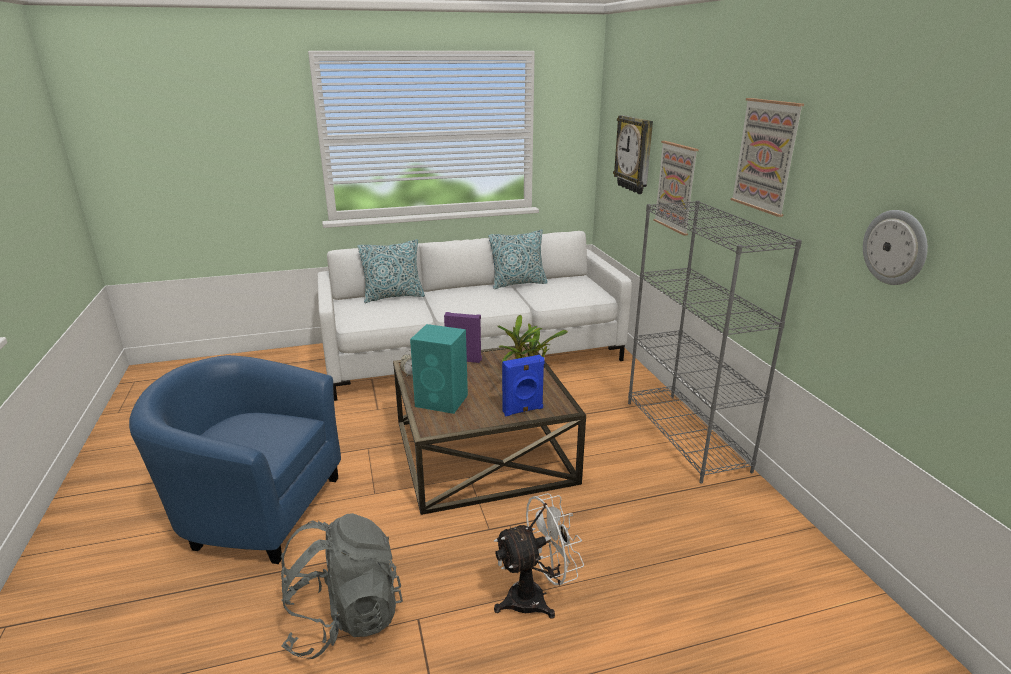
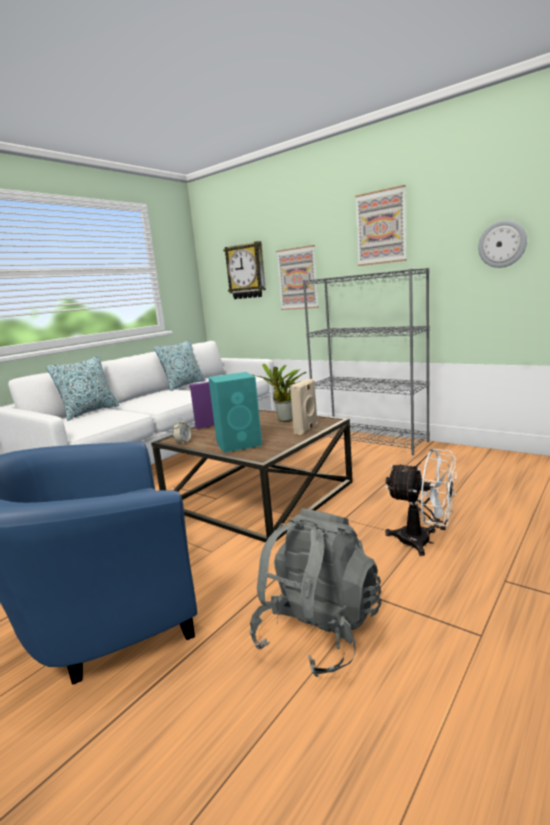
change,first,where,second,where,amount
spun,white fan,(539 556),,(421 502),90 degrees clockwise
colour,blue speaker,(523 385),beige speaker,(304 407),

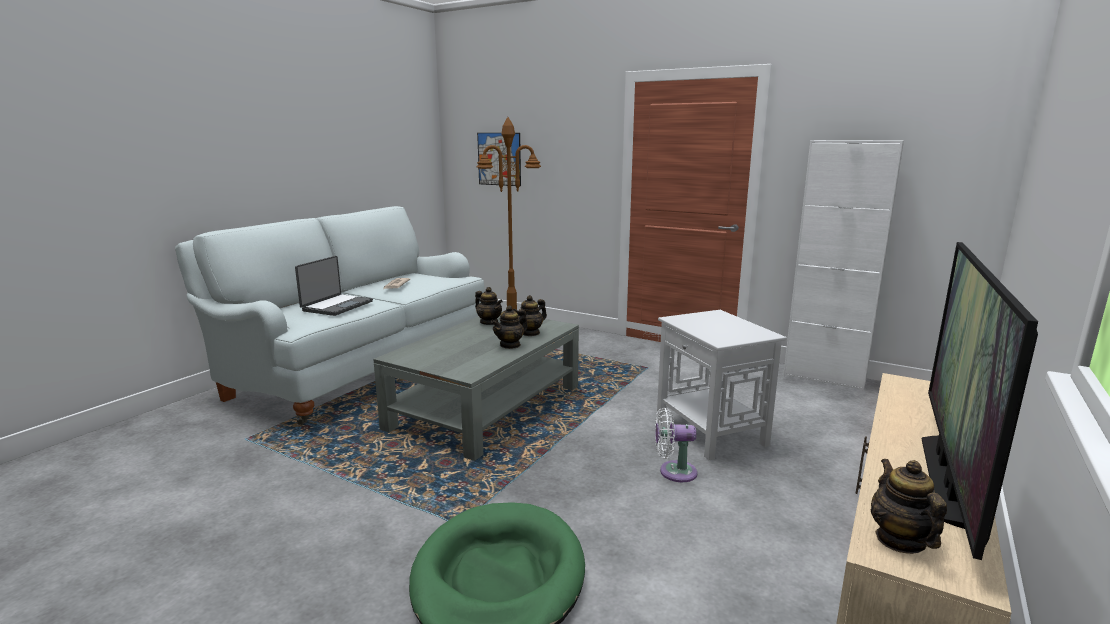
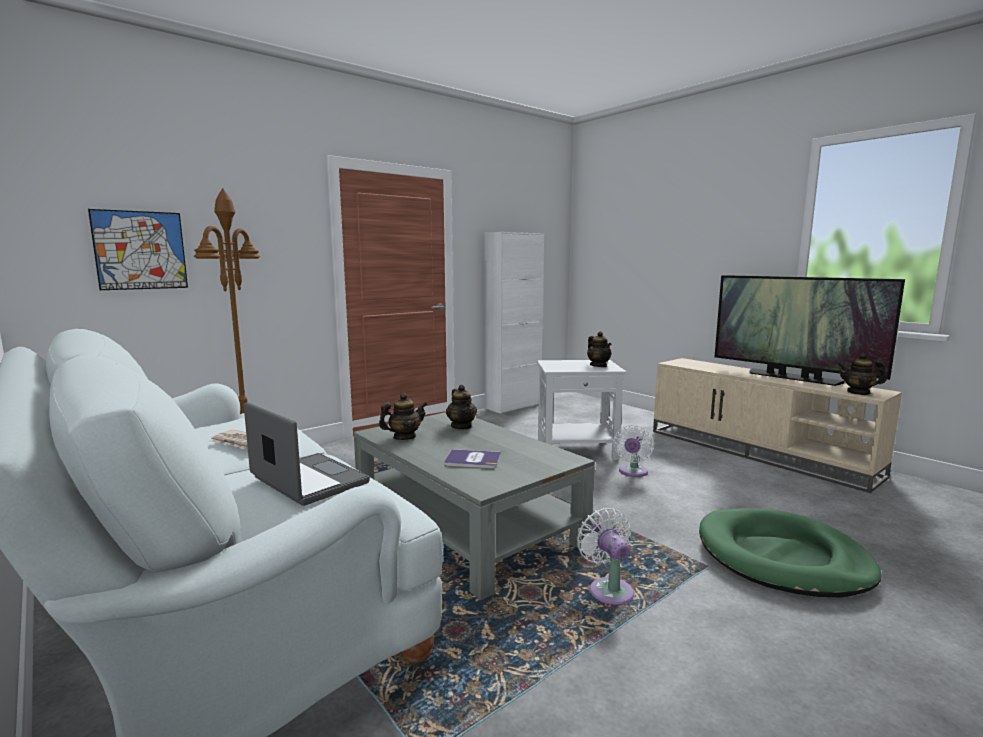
change,first,where,second,where,amount
relocated,teapot,(509 327),,(599 349),
appeared,,,book,(472 459),
appeared,,,white fan,(605 556),

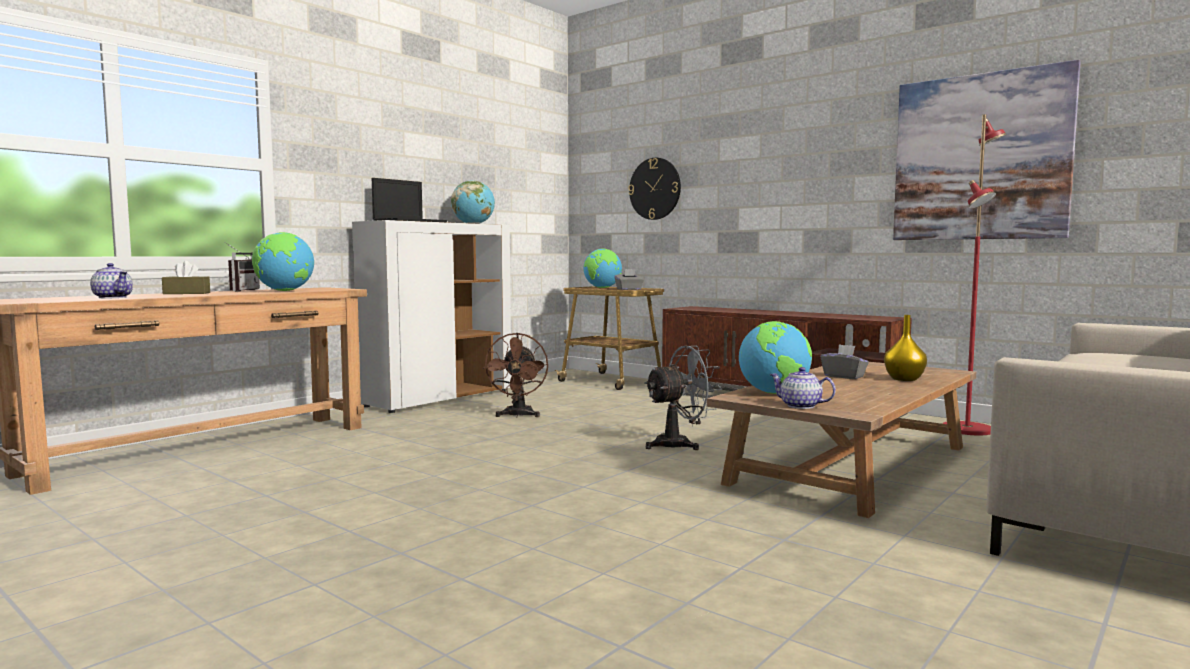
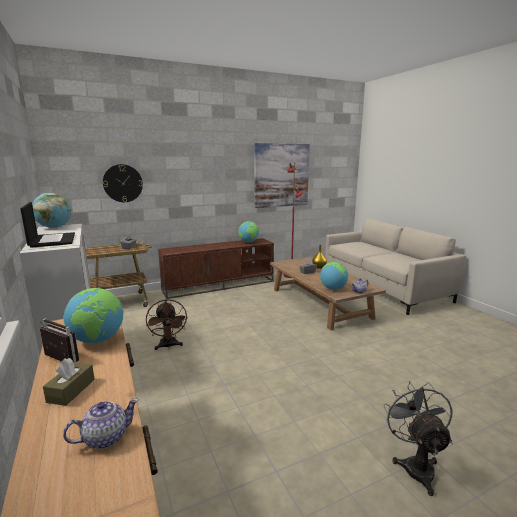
change,first,where,second,where,amount
spun,brown fan,(515 375),,(167 324),45 degrees clockwise
relocated,globe,(603 268),,(248 232),
relocated,grey fan,(683 397),,(418 438),

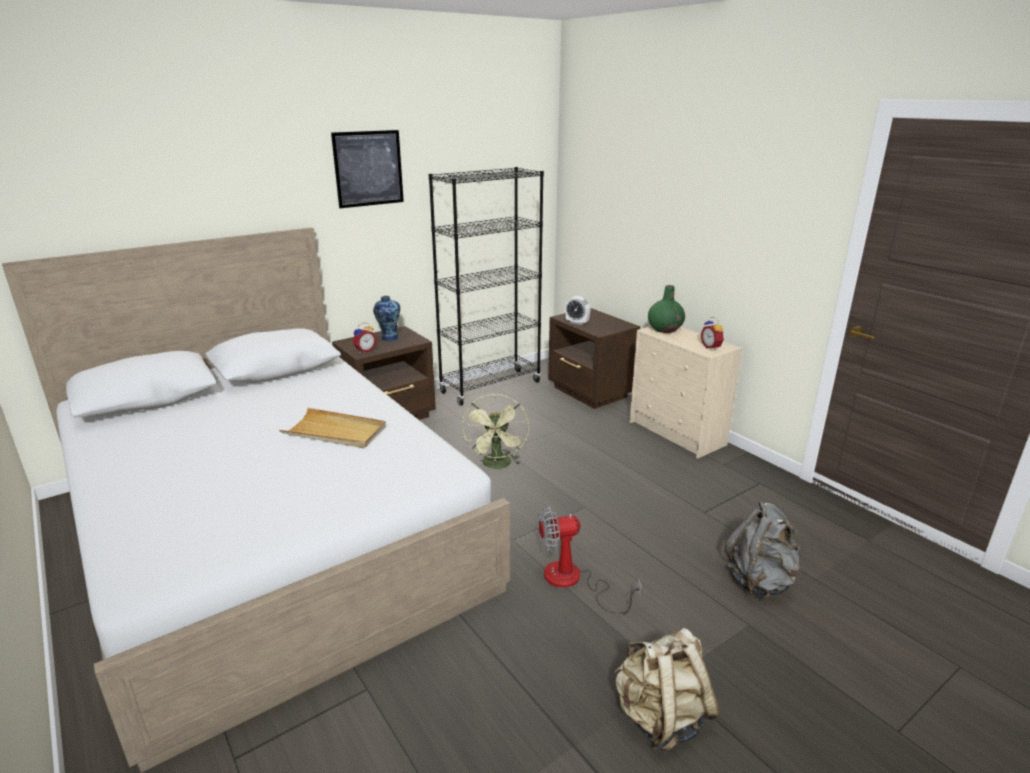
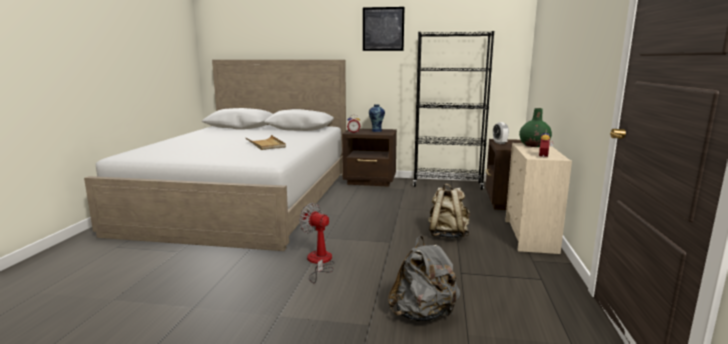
change,first,where,second,where,amount
missing,green fan,(495 431),,,
relocated,beige backpack,(667 689),,(449 211),

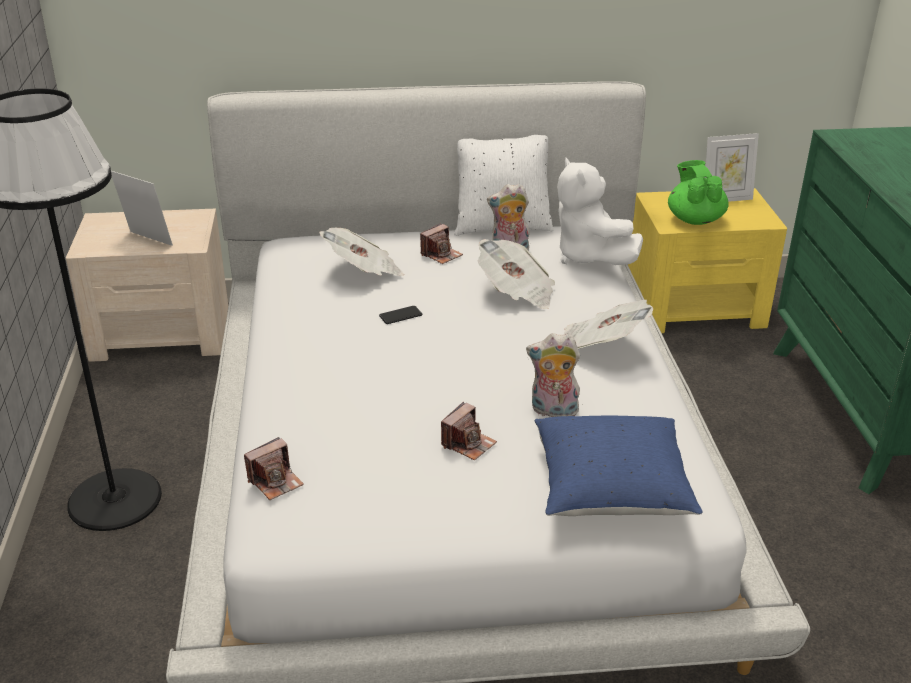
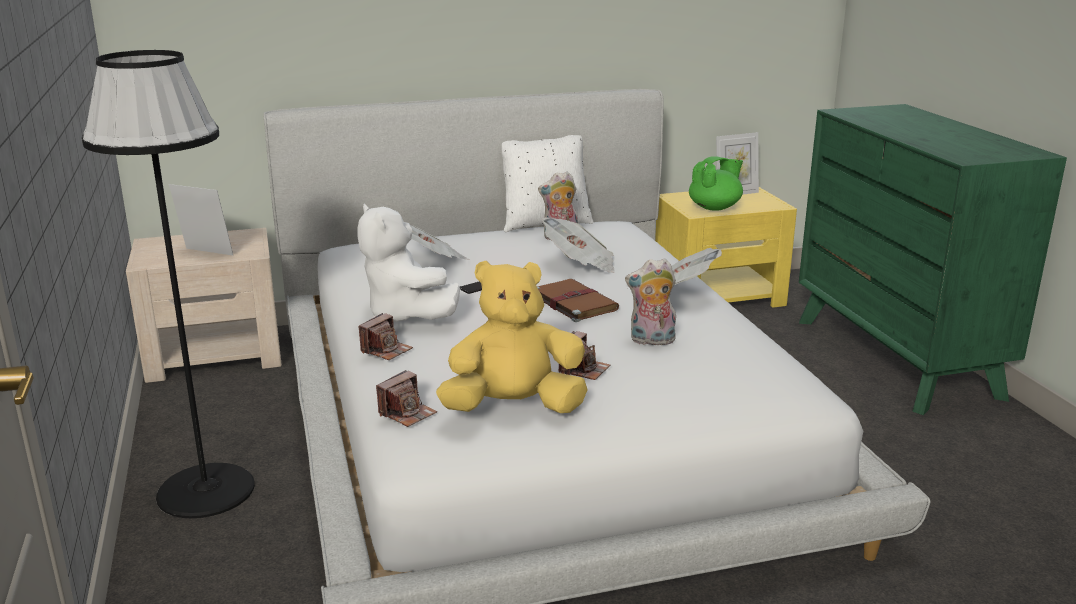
change,first,where,second,where,amount
relocated,photo camera,(441 243),,(385 336),
missing,blue pillow,(619 466),,,
relocated,white plush toy,(600 211),,(408 262),
spun,green teapot,(698 192),,(716 183),75 degrees clockwise
appeared,,,yellow plush toy,(511 337),
appeared,,,brown book,(578 300),

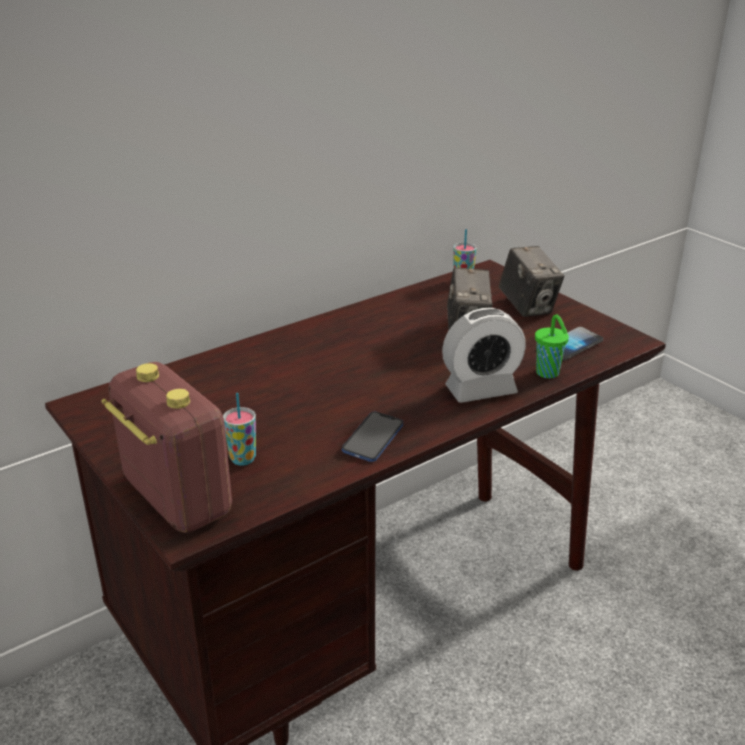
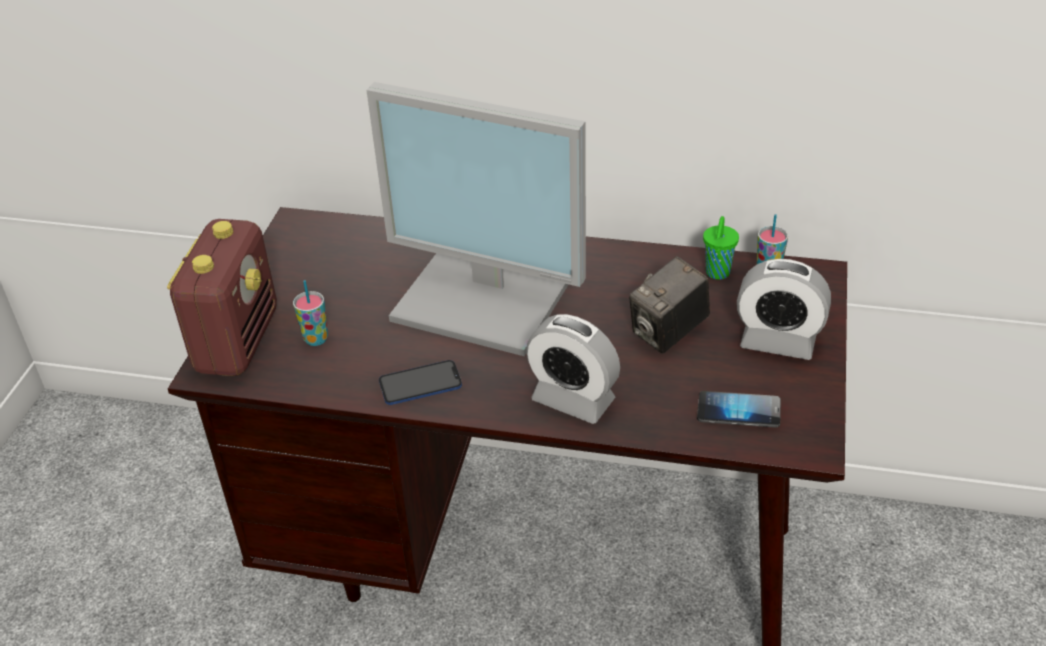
change,first,where,second,where,amount
exchanged,photo camera,(532 281),alarm clock,(784 309),
relocated,green cup,(552 346),,(721 248),
appeared,,,monitor,(476 219),

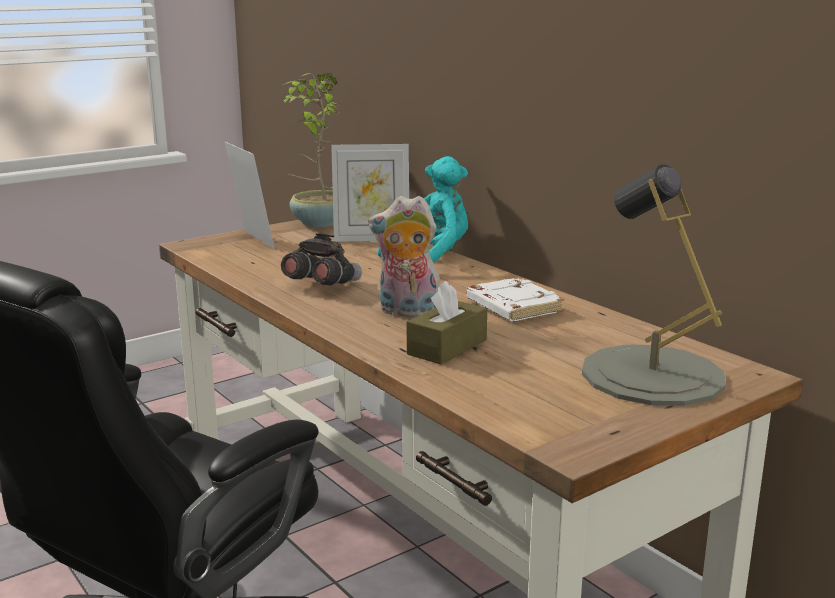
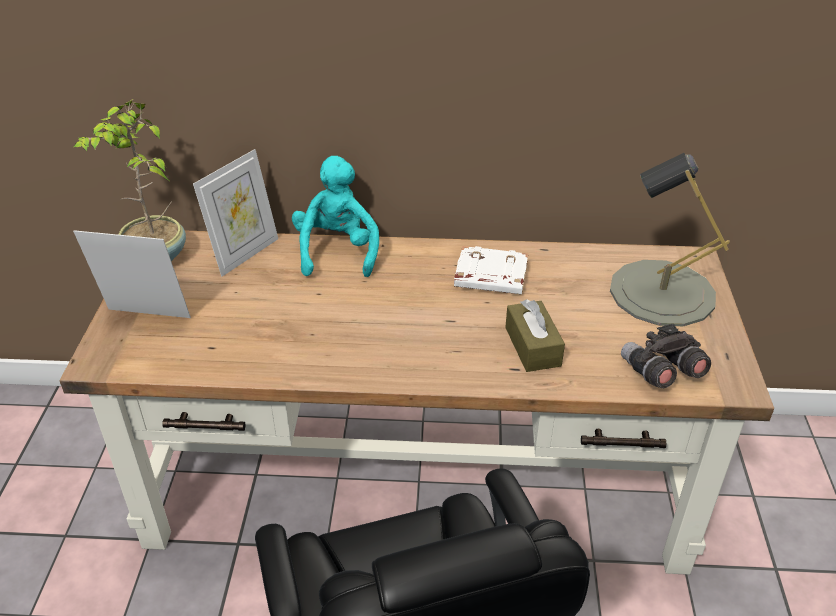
change,first,where,second,where,amount
relocated,grey binoculars,(321 259),,(666 356),
missing,plush toy,(404 256),,,

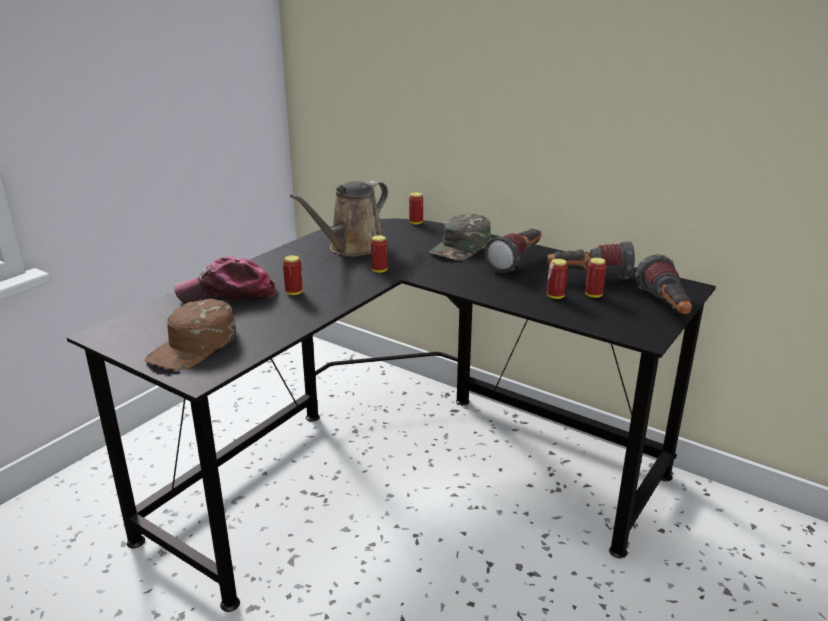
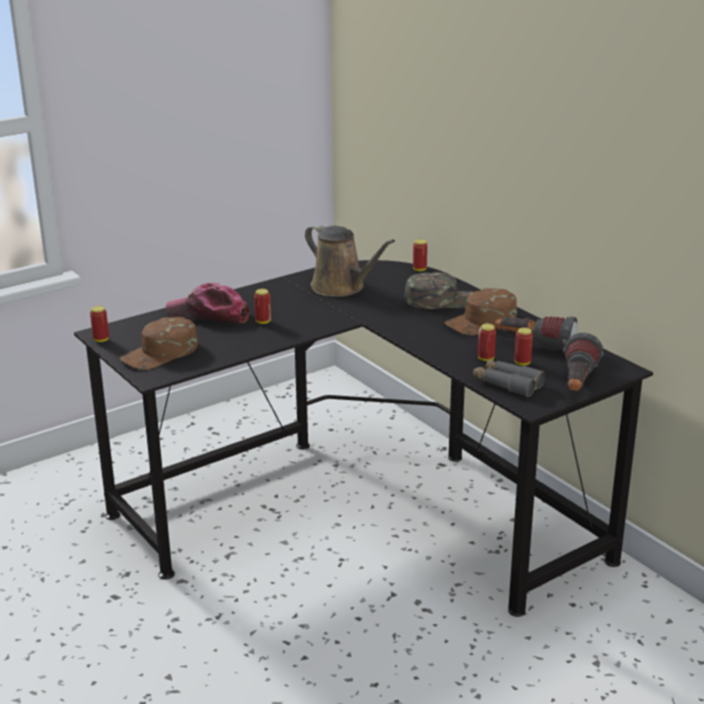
change,first,where,second,where,amount
spun,brown watering can,(339 219),,(350 260),105 degrees counterclockwise
relocated,can,(379 254),,(99 324),
spun,green cap,(460 237),,(438 290),150 degrees counterclockwise
exchanged,flashlight,(513 251),brown cap,(480 311),
appeared,,,grey binoculars,(509 378),

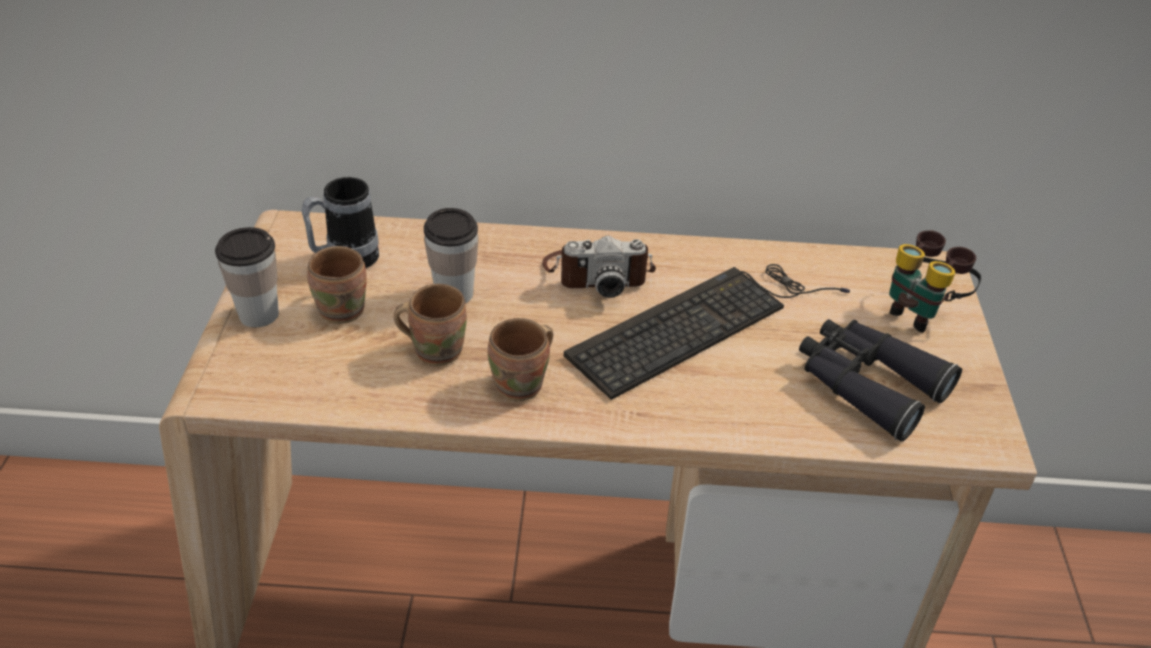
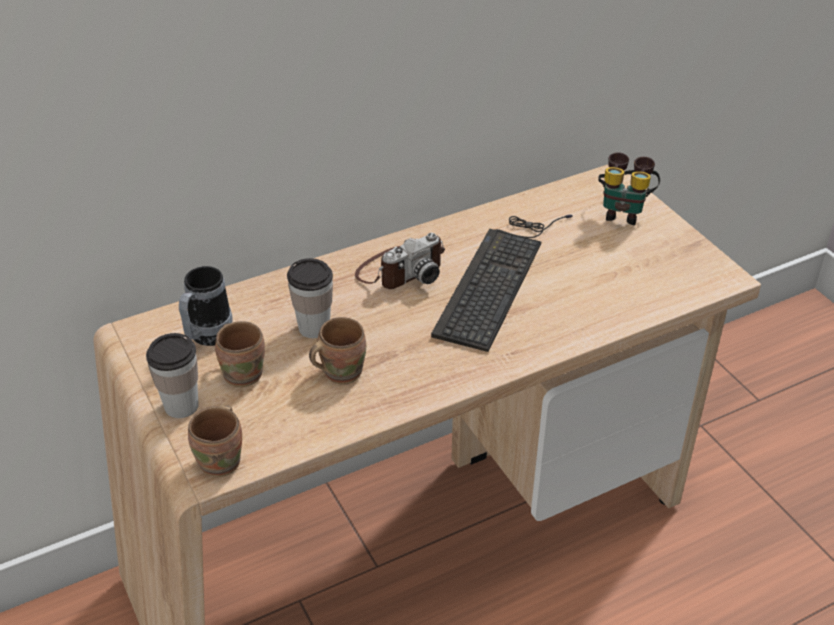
change,first,where,second,where,amount
relocated,brown mug,(520 359),,(215 441),
missing,black binoculars,(880 380),,,

